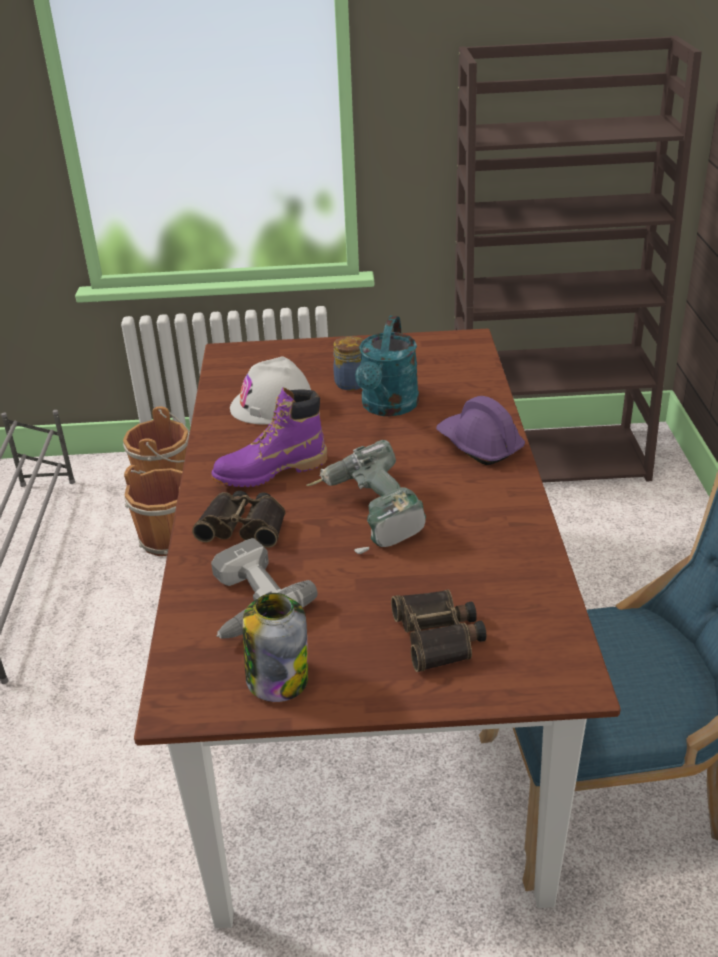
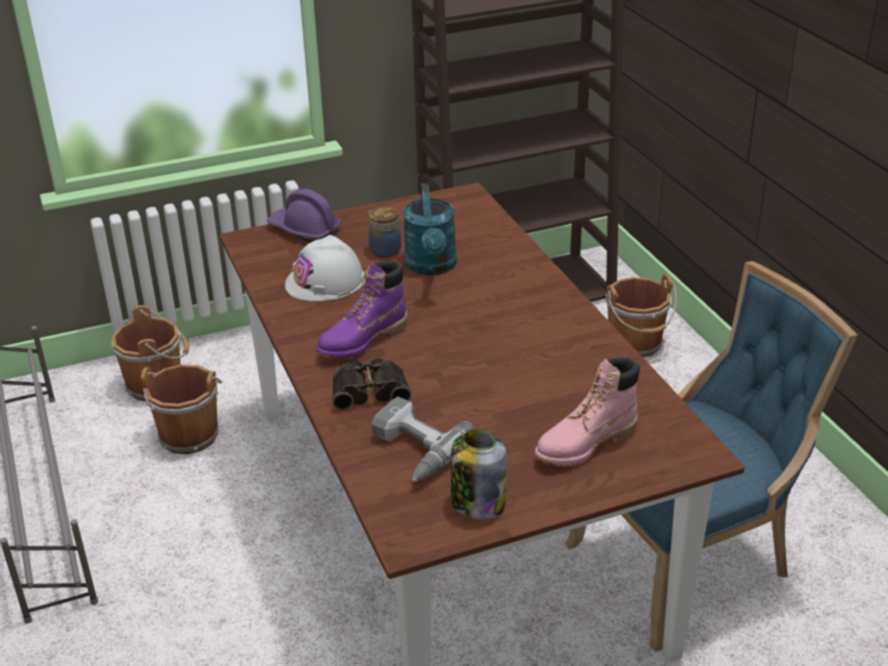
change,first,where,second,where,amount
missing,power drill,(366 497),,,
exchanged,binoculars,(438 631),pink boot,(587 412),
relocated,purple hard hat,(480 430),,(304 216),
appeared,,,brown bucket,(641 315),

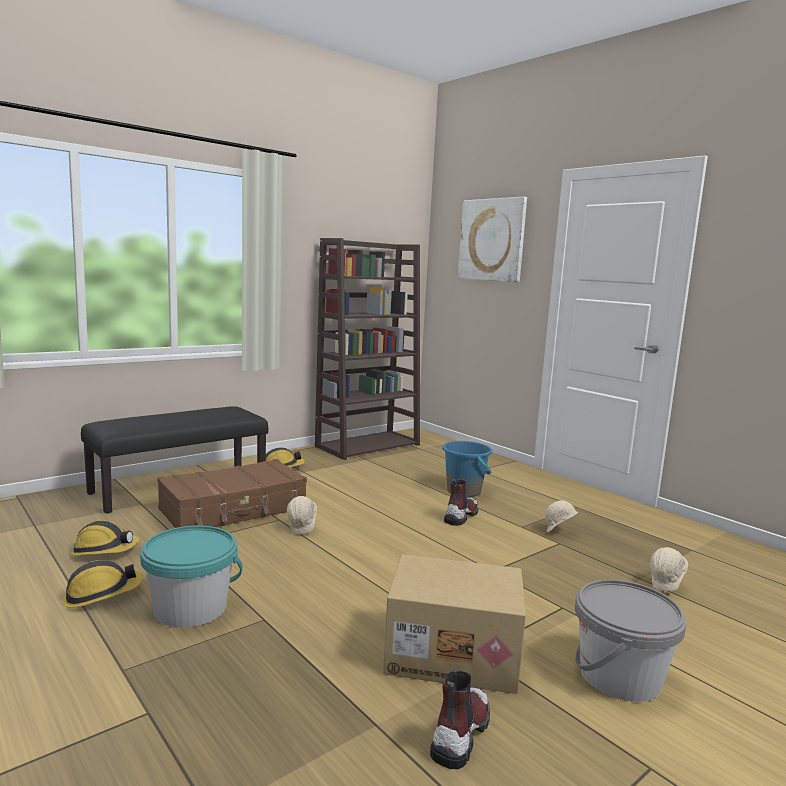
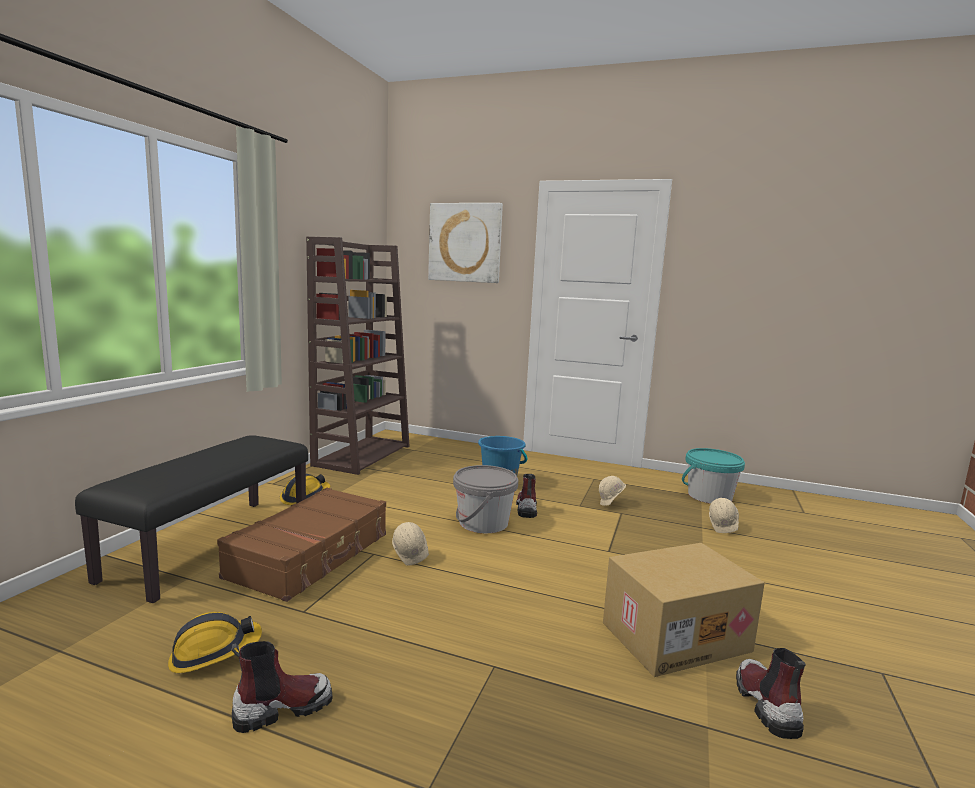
change,first,where,second,where,amount
exchanged,hard hat,(103 584),boot,(282 687),
relocated,turquoise bucket,(191 576),,(713 476),
relocated,grey bucket,(631 640),,(485 499),

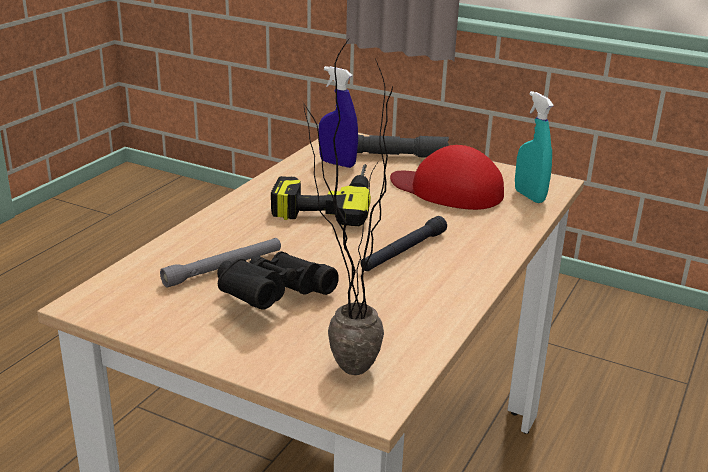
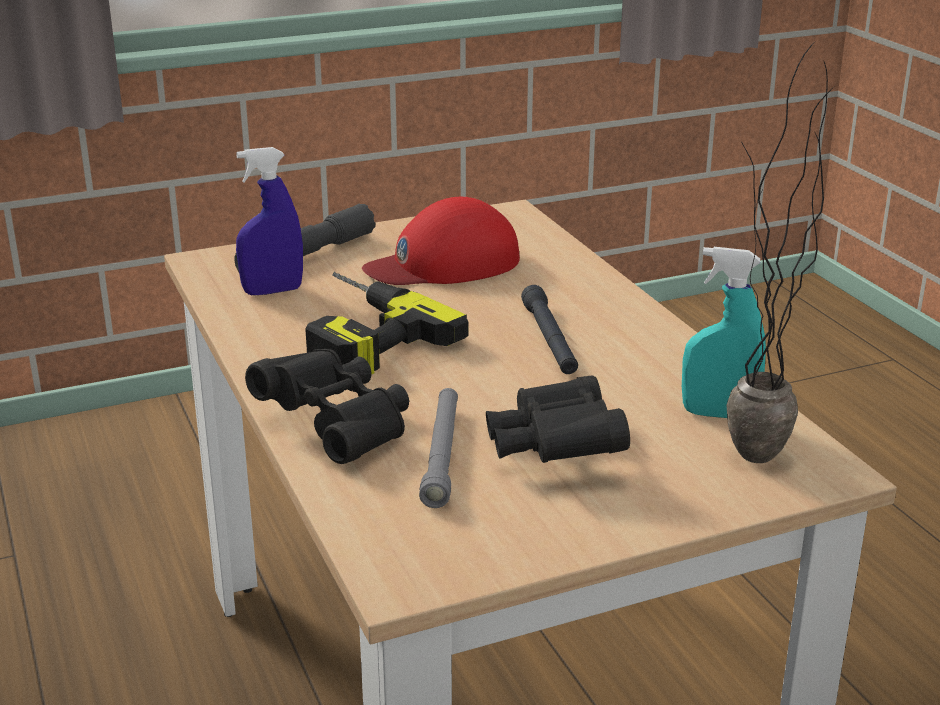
change,first,where,second,where,amount
relocated,turquoise spray bottle,(534 147),,(724 332),
appeared,,,black binoculars,(327 406),

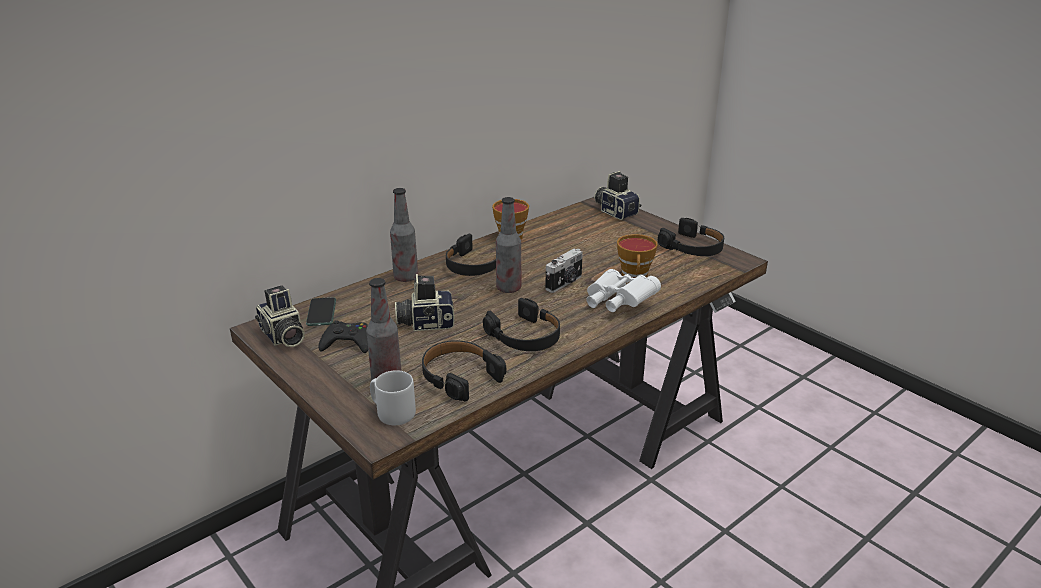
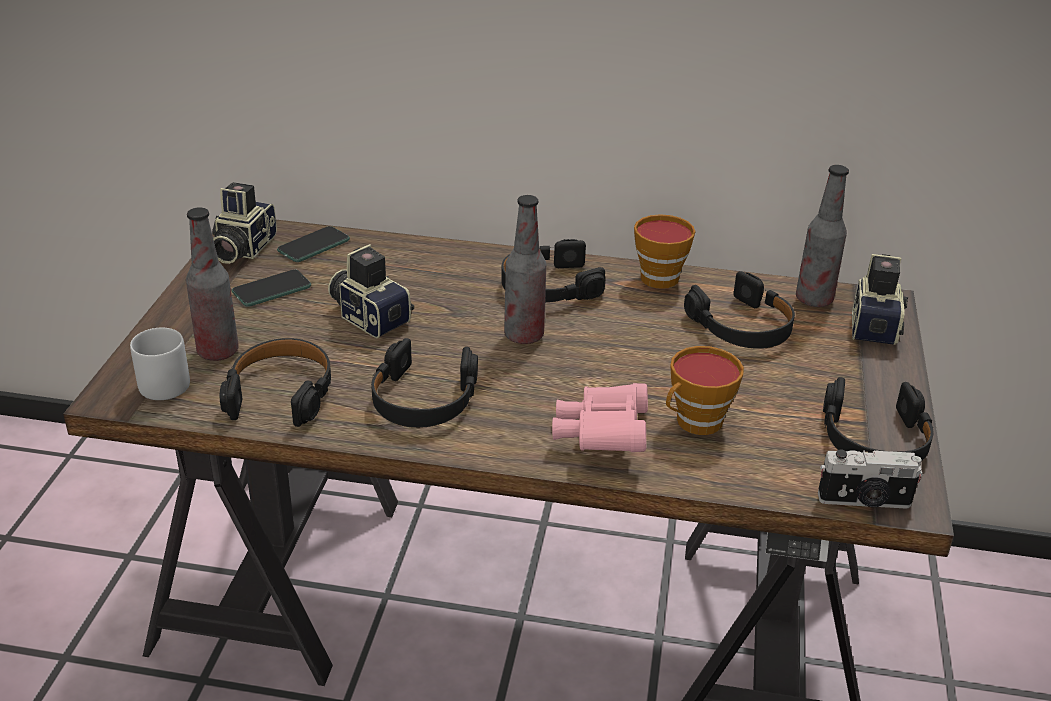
change,first,where,second,where,amount
exchanged,black game controller,(343 336),phone,(271 288),
relocated,bottle,(404 235),,(822 236),
relocated,photo camera,(564 271),,(870 479),
colour,white binoculars,(623 290),pink binoculars,(600 417),
appeared,,,black headphones,(739 310),

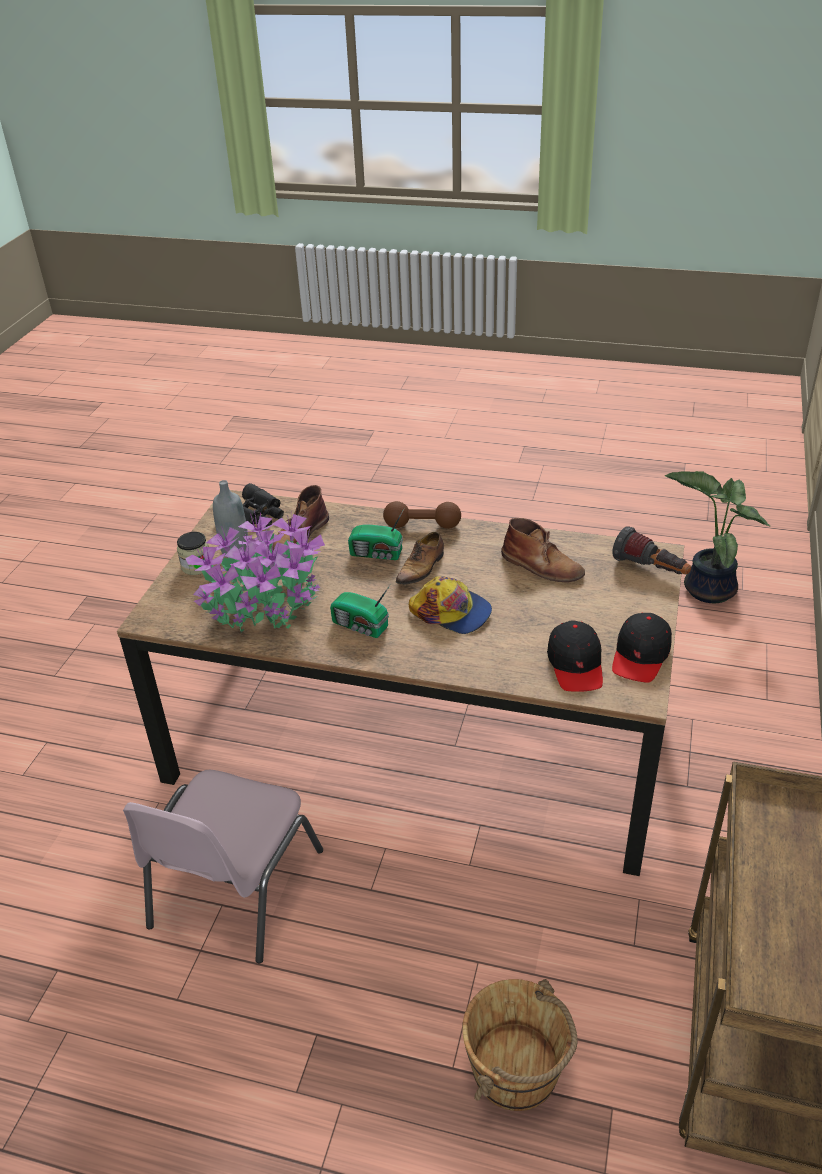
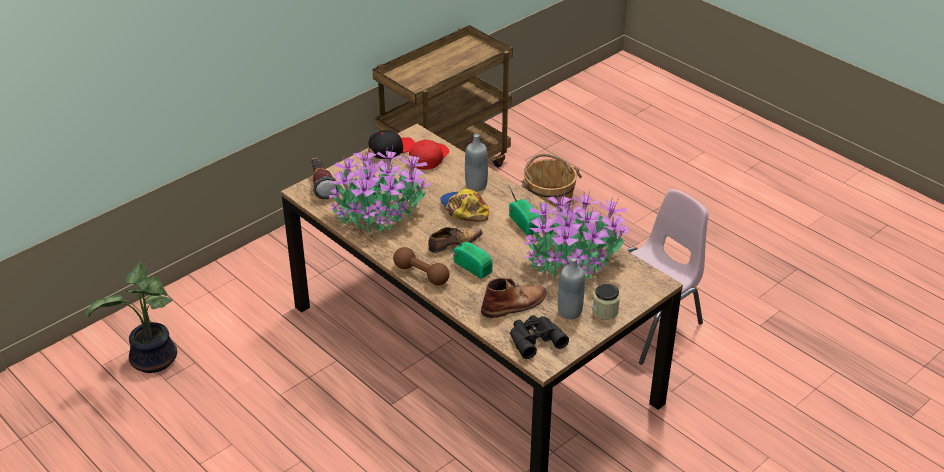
change,first,where,second,where,amount
exchanged,brown boot,(543 550),potted plant,(379 189),
colour,black cap,(575 656),red cap,(429 155),
appeared,,,grey bottle,(476 162),

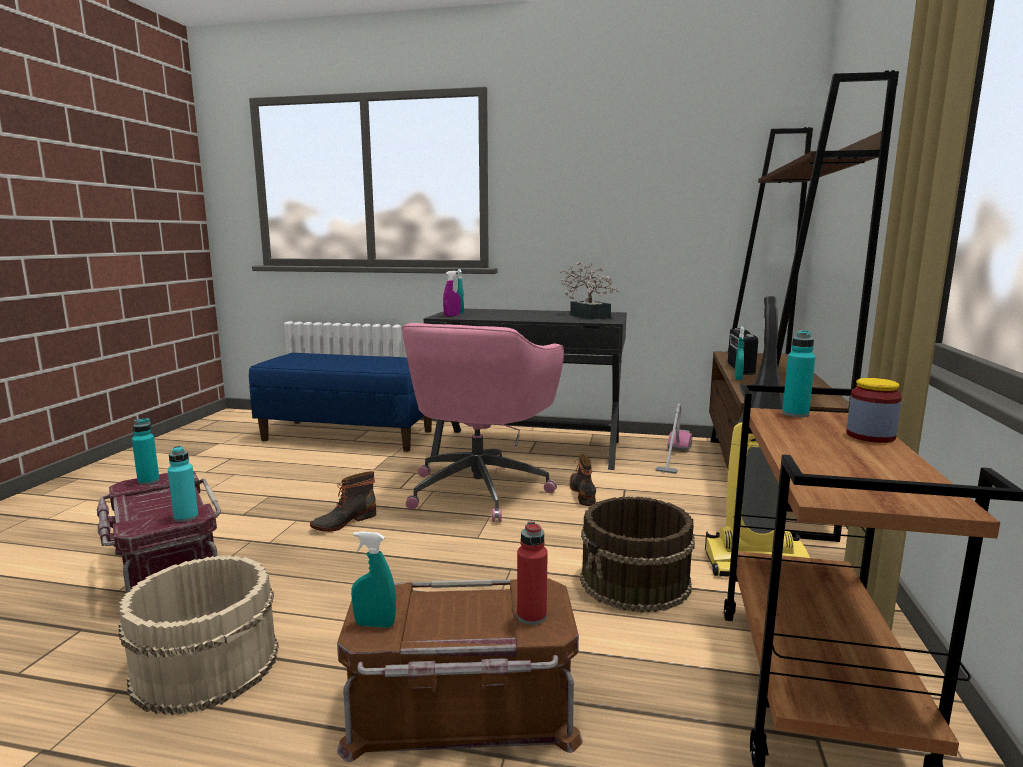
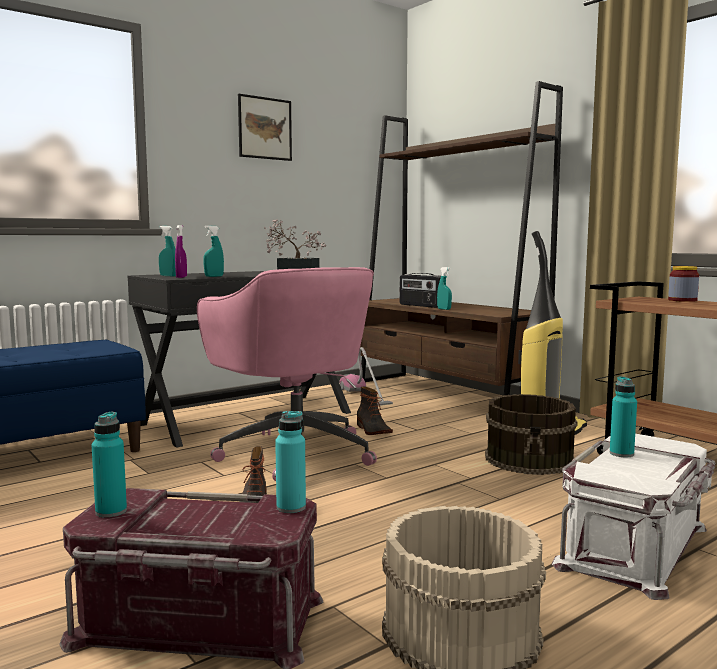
change,first,where,second,where,amount
colour,brown storage box,(460 670),white storage box,(634 517),
relocated,turquoise spray bottle,(373 579),,(213 251),
missing,red bottle,(532 573),,,
spun,boot,(583 480),,(375 411),150 degrees counterclockwise
relocated,turquoise bottle,(798 373),,(623 416),
appeared,,,picture,(265 127),

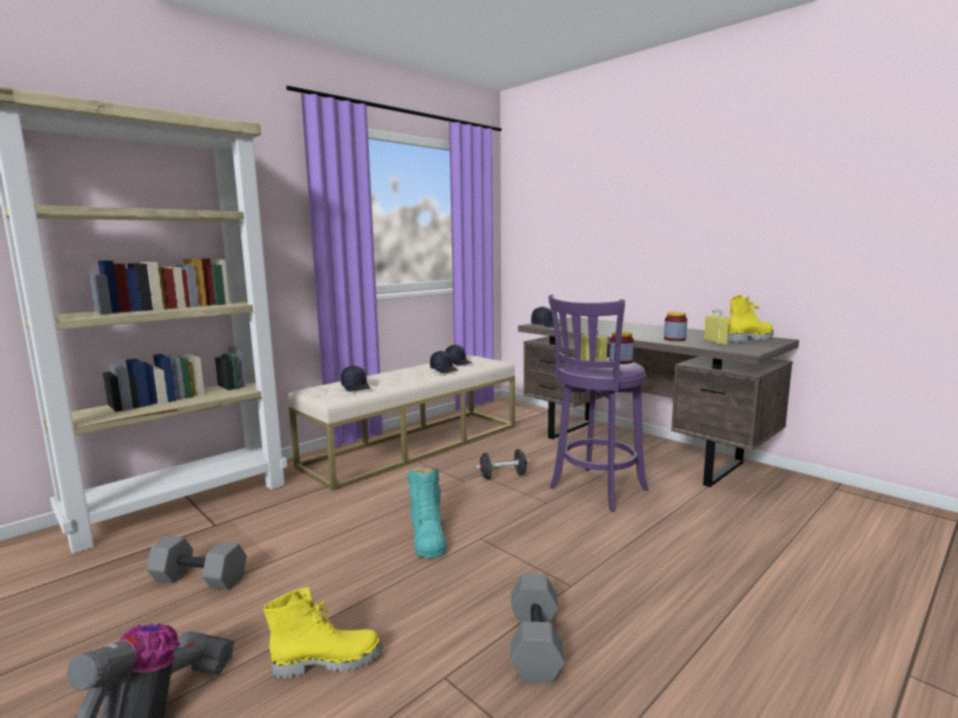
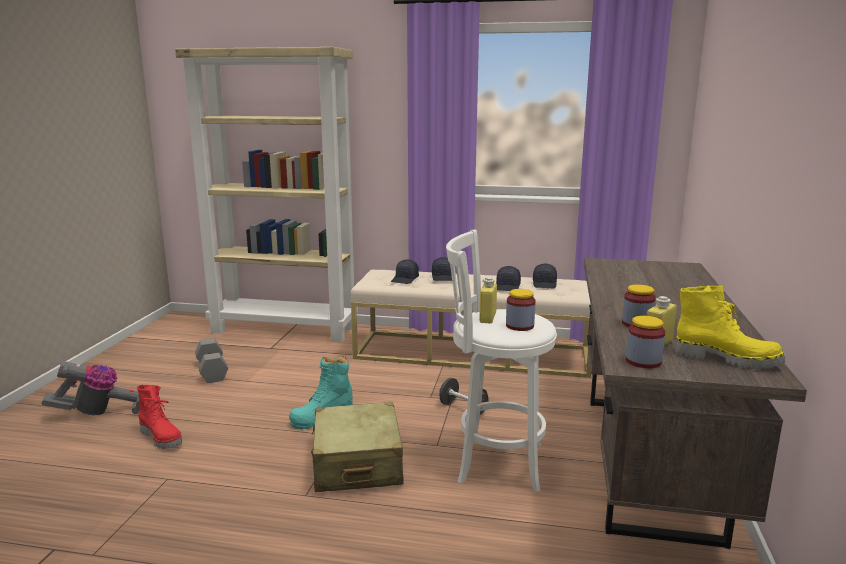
change,first,where,second,where,amount
colour,yellow boot,(323 633),red boot,(159 417),
missing,grey dumbbell,(538 629),,,
relocated,black cap,(546 317),,(442 269),
colour,purple stool,(598 403),white stool,(501 360),
appeared,,,beige suitcase,(357 447),
appeared,,,jar,(645 342),

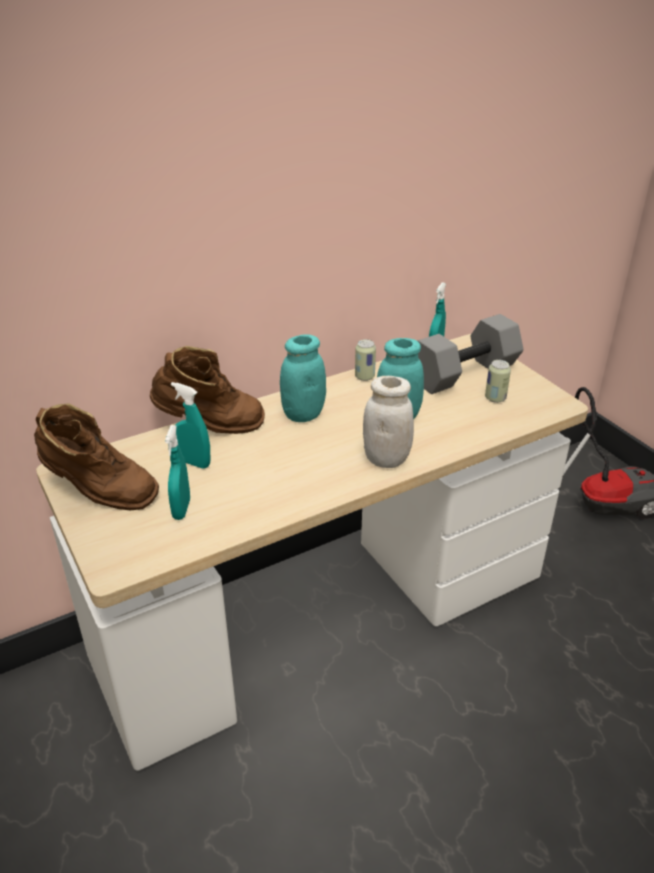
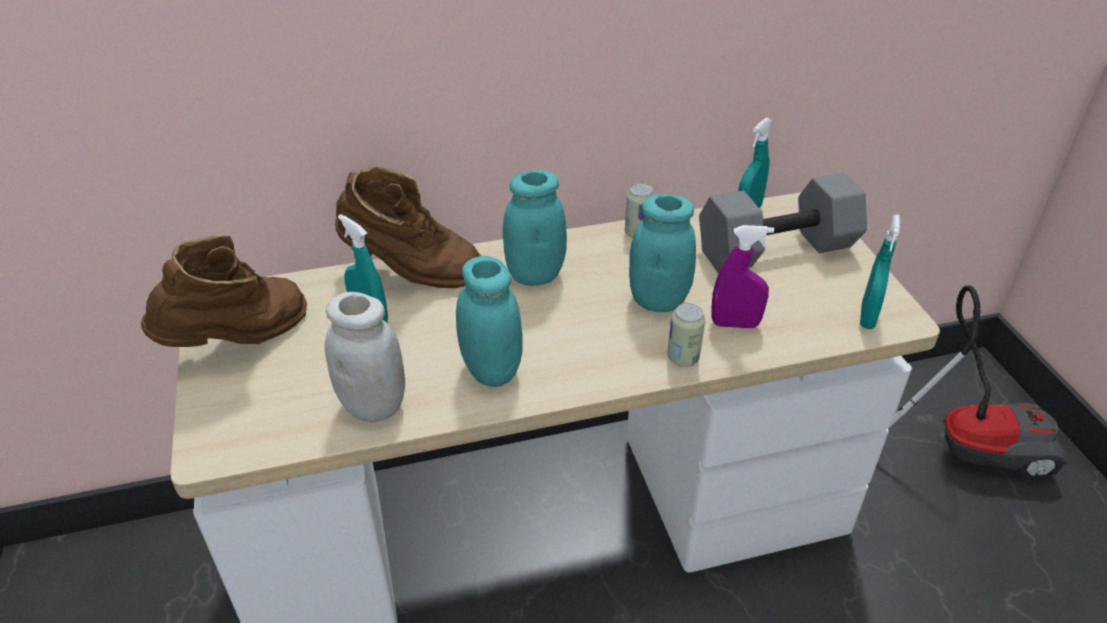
change,first,where,second,where,amount
spun,brown boot,(96 457),,(224 290),75 degrees counterclockwise
relocated,turquoise spray bottle,(177 472),,(880 271),
relocated,white jar,(388 422),,(365 357),
relocated,can,(498 381),,(686 335),
appeared,,,turquoise jar,(489 321),
appeared,,,purple spray bottle,(742 276),

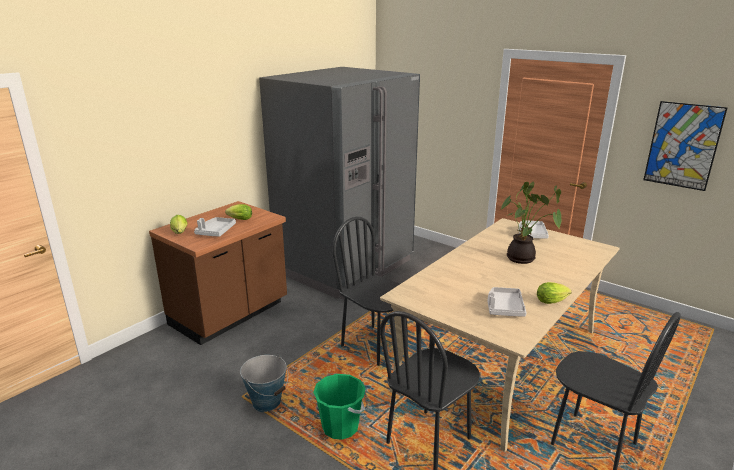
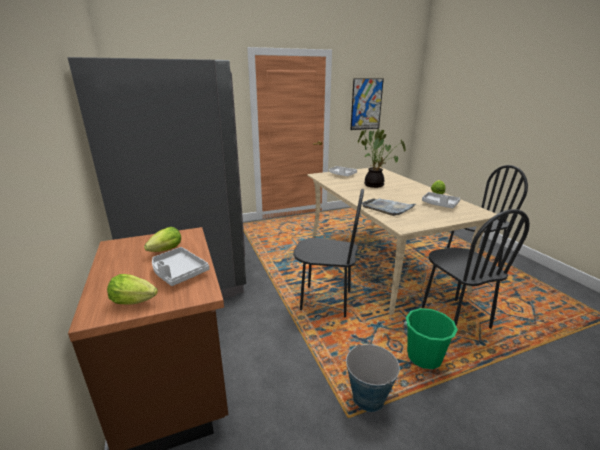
change,first,where,second,where,amount
spun,black chair,(370 291),,(328 253),150 degrees counterclockwise
appeared,,,grey tray,(389 207),

